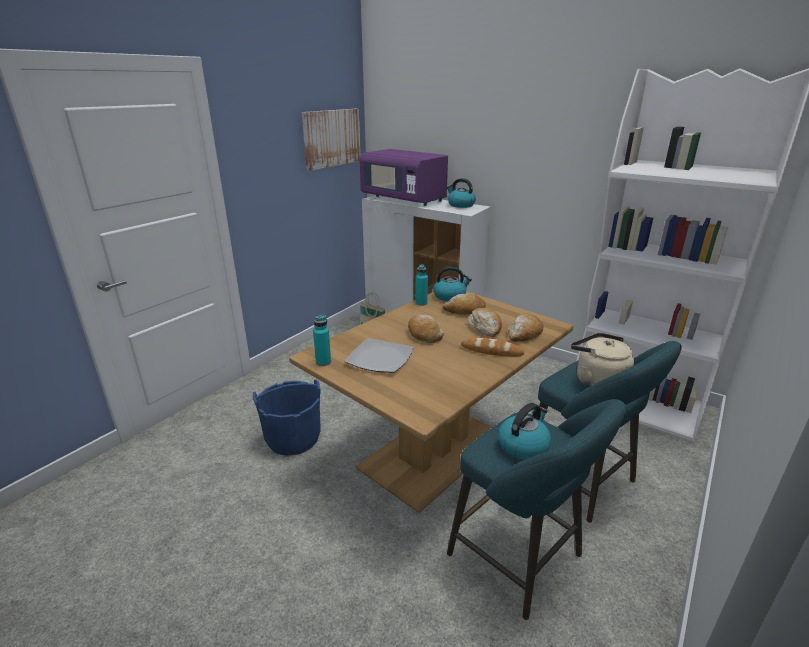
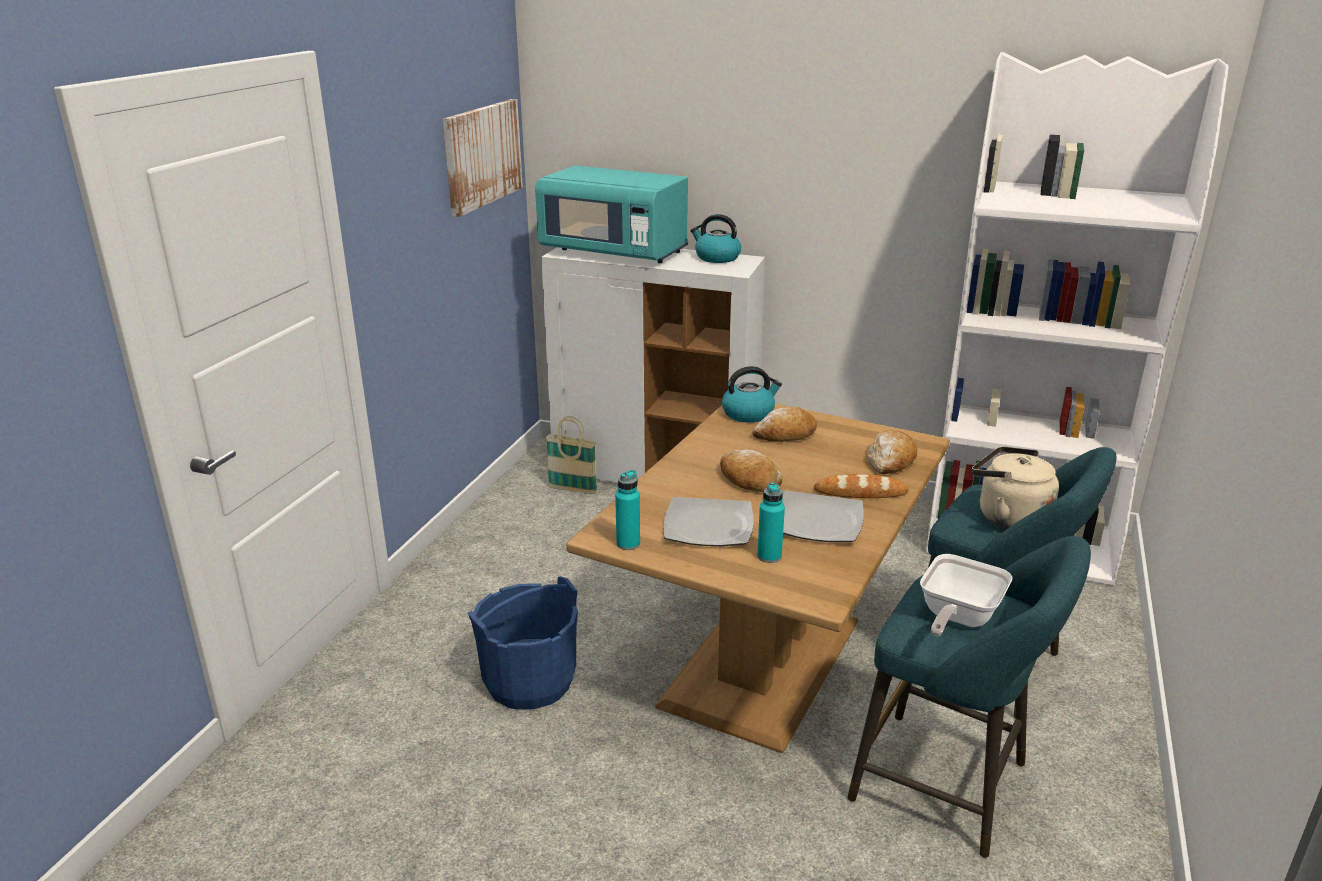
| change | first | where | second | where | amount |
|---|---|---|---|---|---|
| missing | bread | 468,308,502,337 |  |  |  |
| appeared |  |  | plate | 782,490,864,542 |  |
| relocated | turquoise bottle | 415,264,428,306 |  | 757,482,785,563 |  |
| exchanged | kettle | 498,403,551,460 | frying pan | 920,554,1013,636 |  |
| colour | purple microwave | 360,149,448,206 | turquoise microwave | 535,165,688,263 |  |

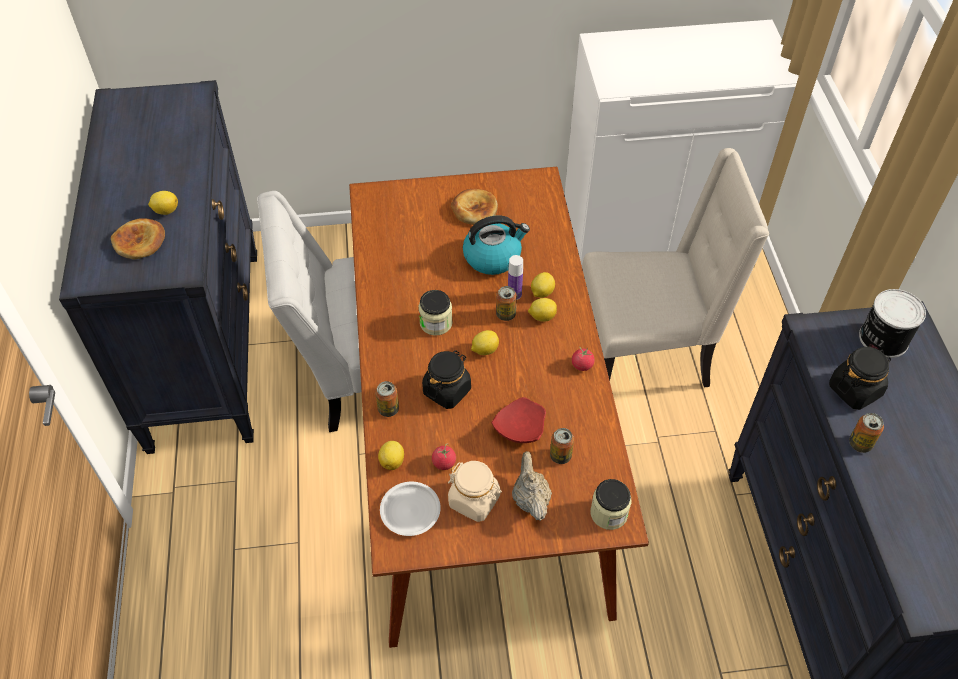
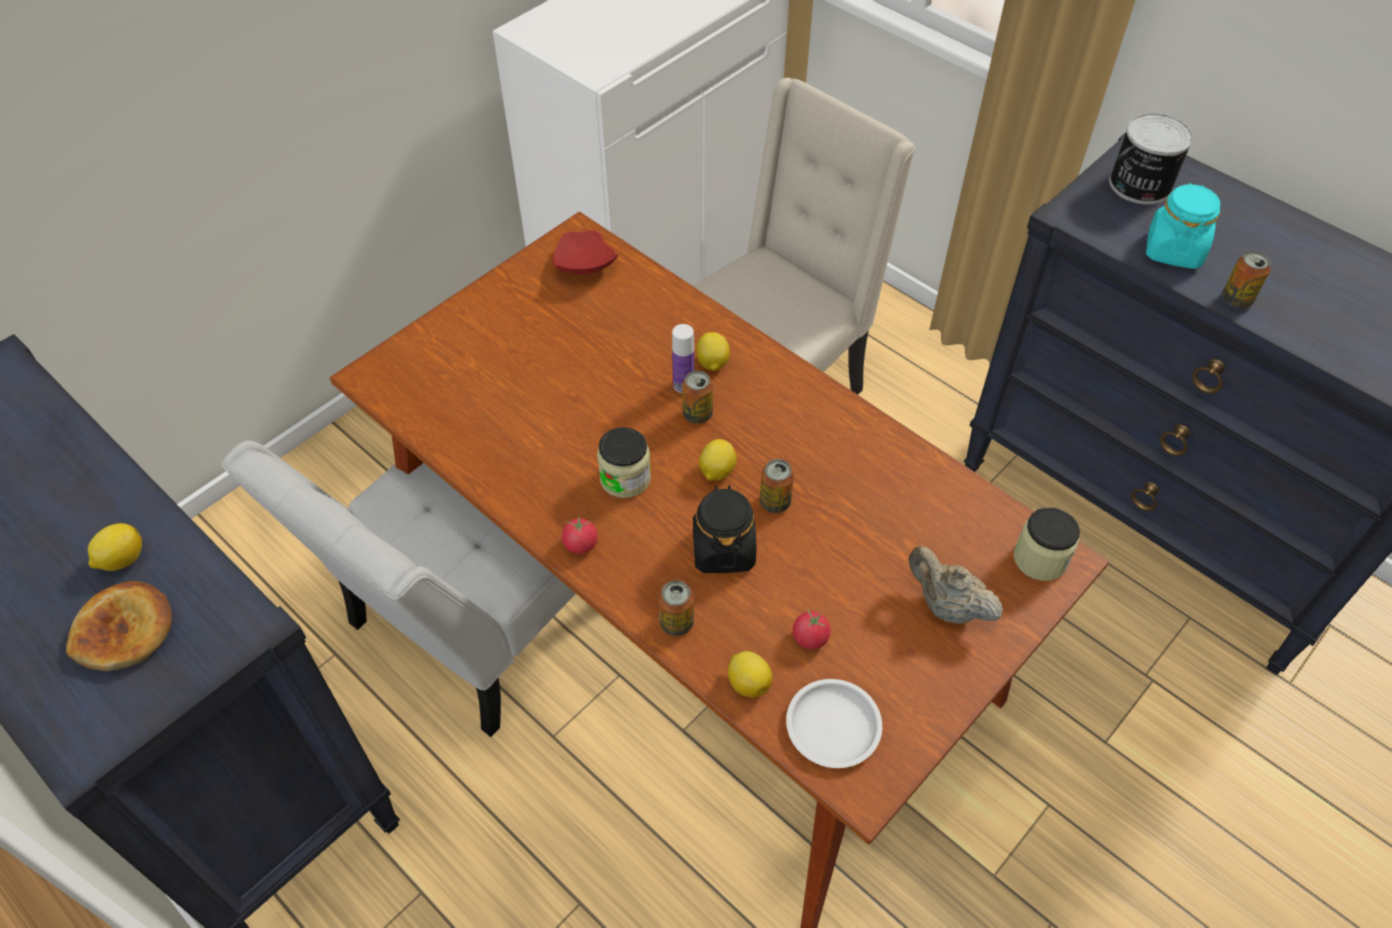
| change | first | where | second | where | amount |
|---|---|---|---|---|---|
| missing | beige jar | 448,461,502,522 |  |  |  |
| missing | bread | 451,189,498,225 |  |  |  |
| missing | kettle | 463,215,530,275 |  |  |  |
| missing | lemon | 528,298,557,322 |  |  |  |
| relocated | red plate | 491,397,546,443 |  | 553,230,618,275 |  |
| relocated | can | 550,428,574,464 |  | 760,459,794,513 |  |
| relocated | tomato | 572,348,594,371 |  | 562,516,598,554 |  |
| colour | black jar | 829,347,891,410 | turquoise jar | 1146,183,1220,269 |  |

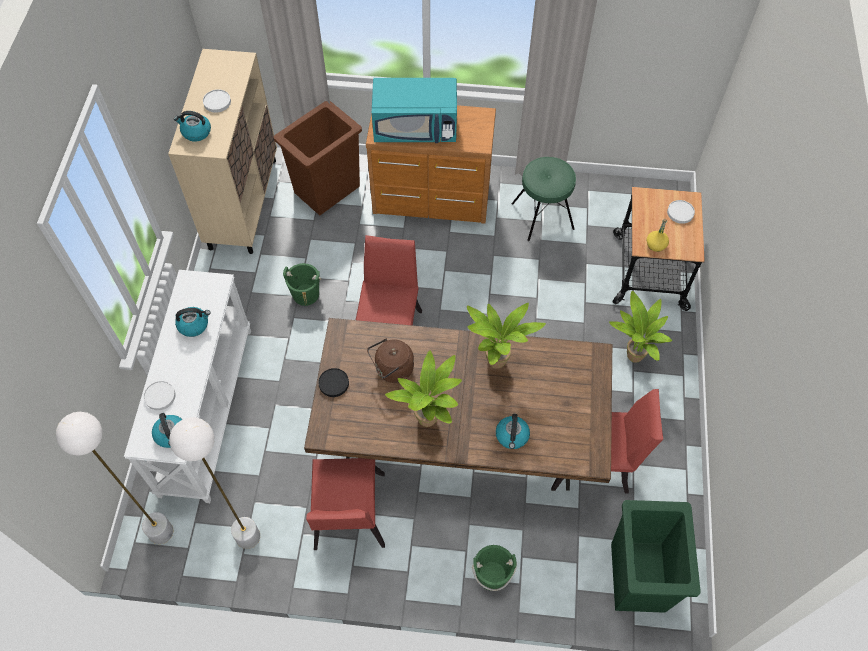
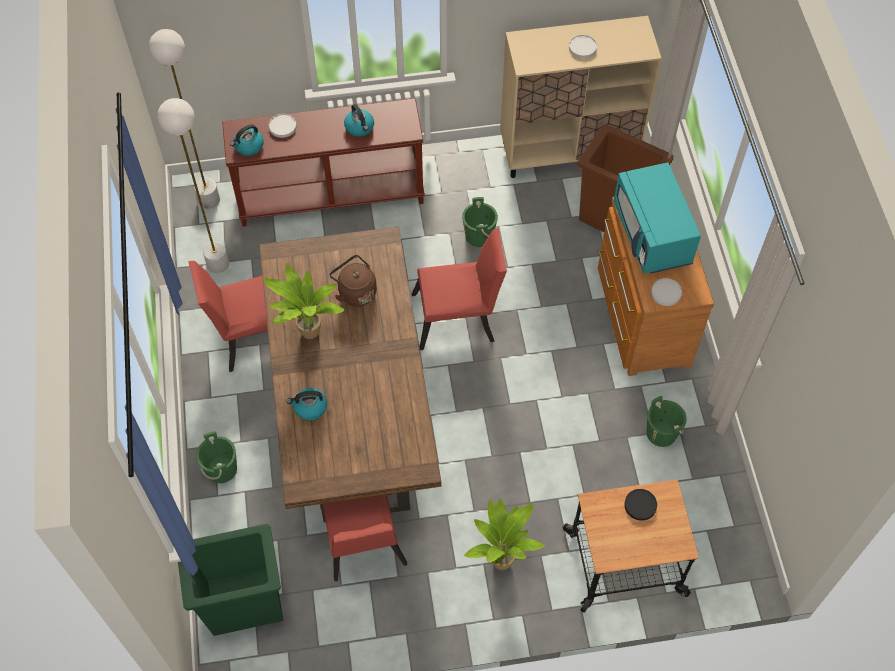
| change | first | where | second | where | amount |
|---|---|---|---|---|---|
| missing | kettle | 174,111,211,142 |  |  |  |
| missing | potted plant | 467,303,546,369 |  |  |  |
| missing | yellow bottle | 647,219,669,252 |  |  |  |
| relocated | black plate | 318,368,349,397 |  | 625,489,657,521 |  |
| relocated | white plate | 667,200,695,224 |  | 651,278,682,306 |  |
| exchanged | green stool | 512,157,576,241 | green bucket | 647,396,687,447 |  |
| colour | white console table | 124,270,251,503 | brown console table | 222,98,425,227 |  |

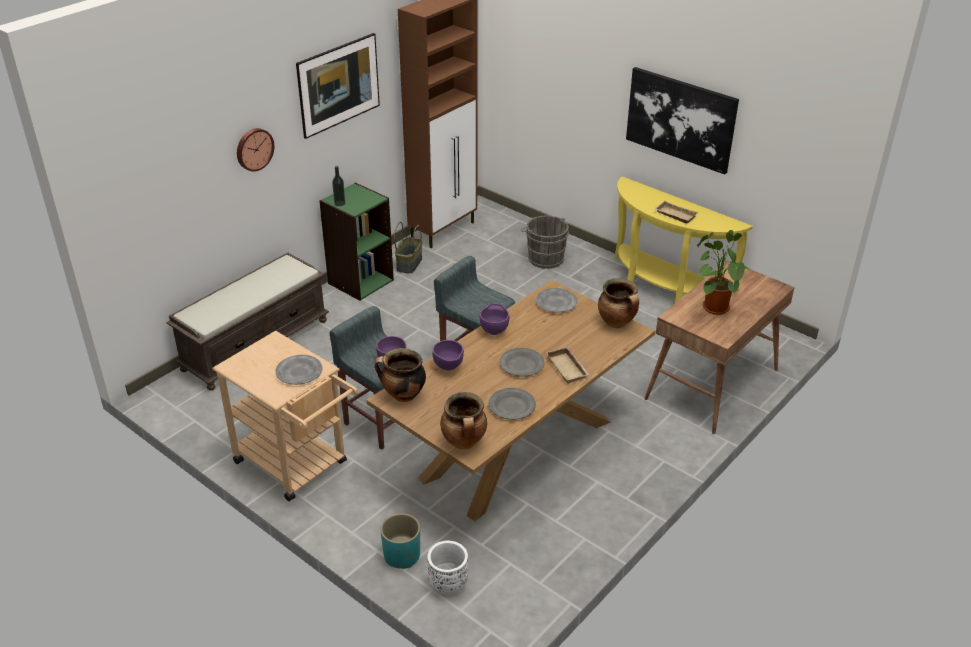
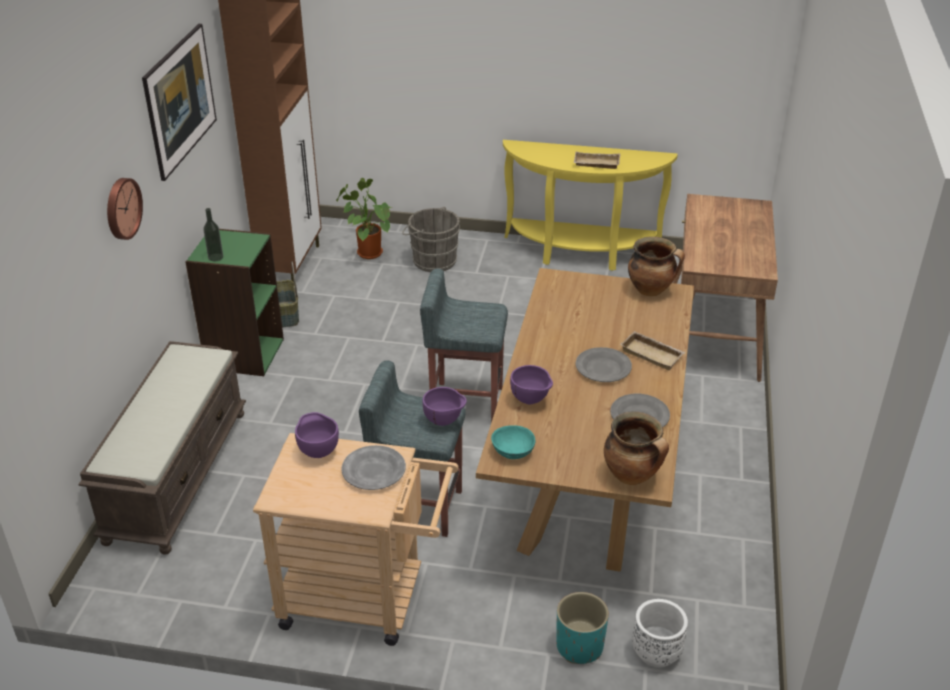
| change | first | where | second | where | amount |
|---|---|---|---|---|---|
| missing | grey plate | 536,288,577,313 |  |  |  |
| missing | picture | 626,67,739,175 |  |  |  |
| relocated | purple bowl | 480,303,509,335 |  | 295,412,339,458 |  |
| relocated | potted plant | 697,230,749,315 |  | 336,178,392,259 |  |
| exchanged | cooking pot | 375,348,426,402 | turquoise bowl | 491,425,535,459 |  |

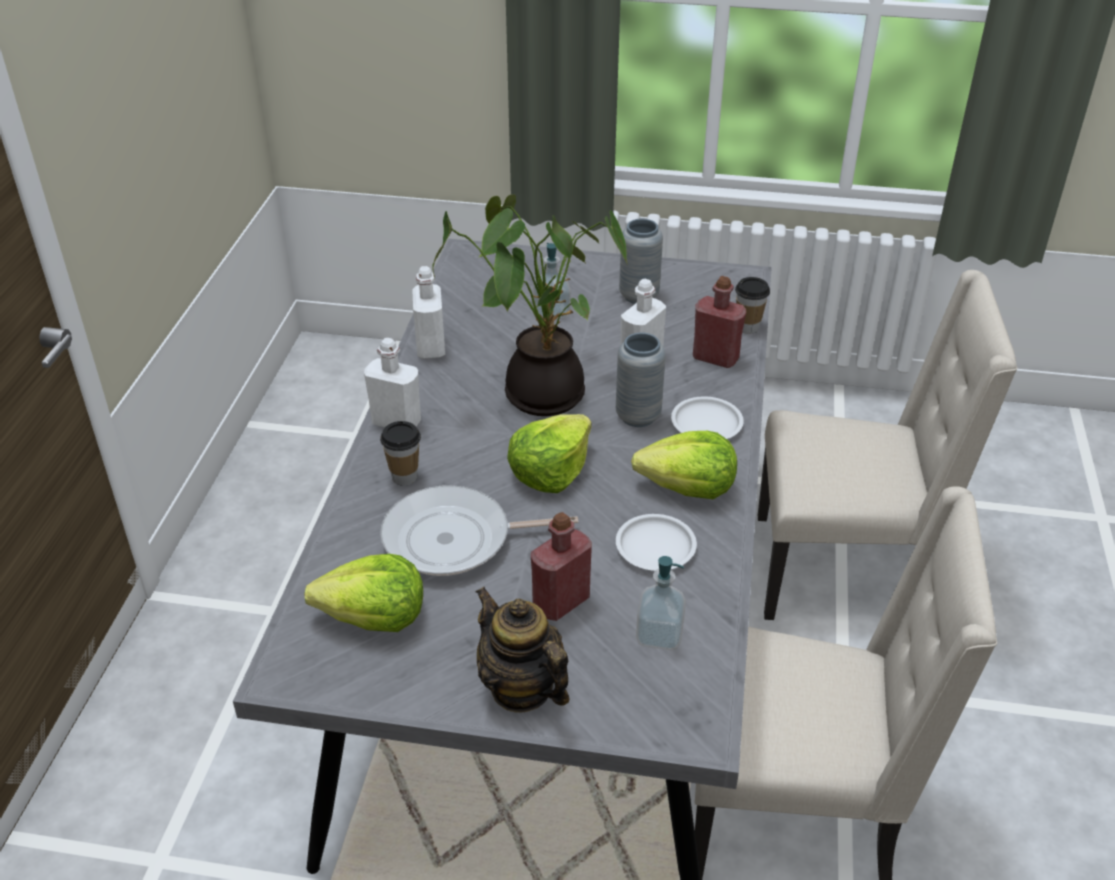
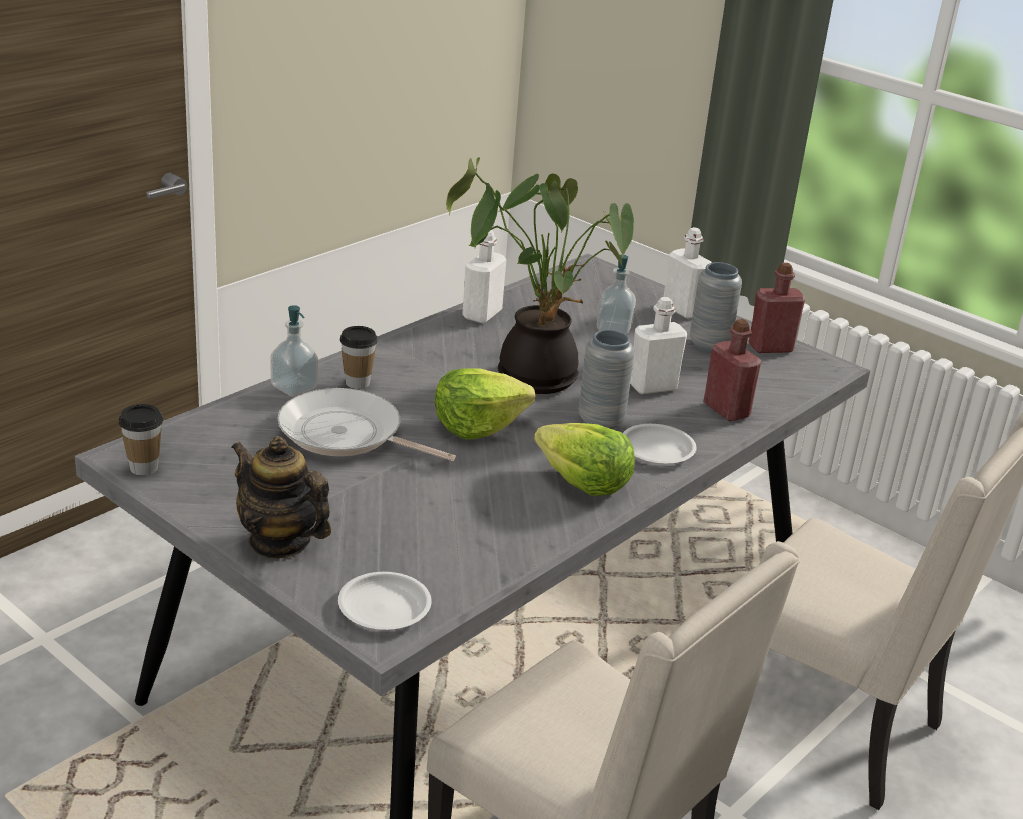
| change | first | where | second | where | amount |
|---|---|---|---|---|---|
| missing | lettuce | 304,554,423,632 |  |  |  |
| relocated | white bottle | 364,338,421,427 |  | 664,227,712,319 |  |
| relocated | red bottle | 531,512,592,621 |  | 749,263,805,353 |  |
| relocated | white plate | 616,514,697,571 |  | 338,572,432,630 |  |
| relocated | soap dispenser | 636,556,686,650 |  | 270,305,318,397 |  |
| relocated | cup | 735,277,770,334 |  | 118,404,163,476 |  |
| spun | teapot | 476,587,569,713 |  | 231,436,331,559 | 45 degrees counterclockwise |

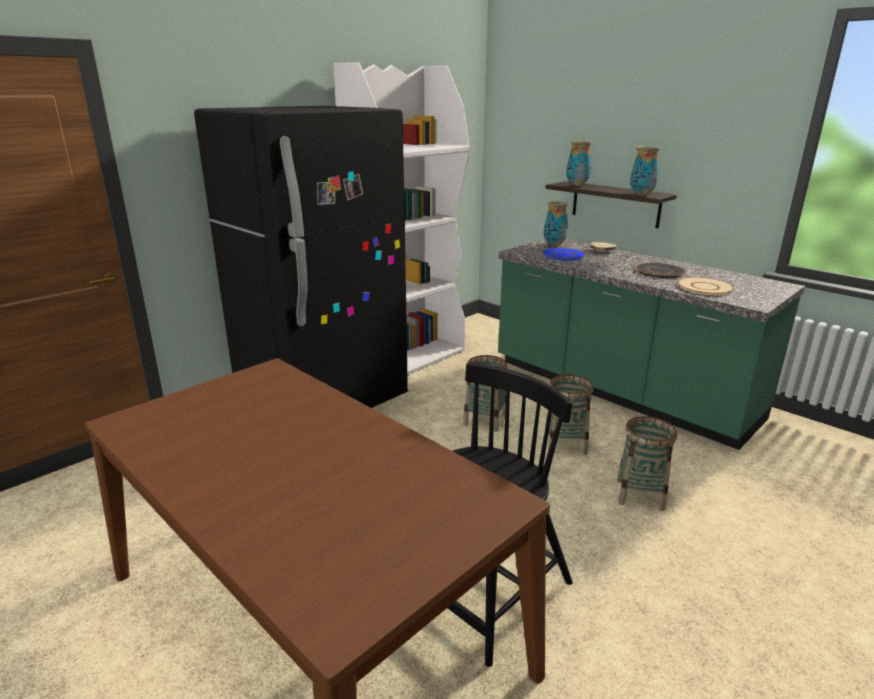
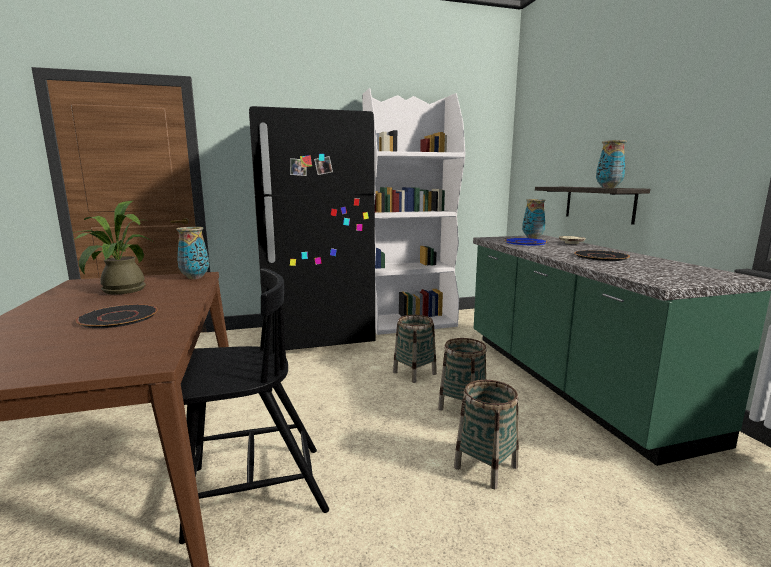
| change | first | where | second | where | amount |
|---|---|---|---|---|---|
| missing | beige plate | 677,277,734,295 |  |  |  |
| appeared |  |  | potted plant | 72,201,154,294 |  |
| appeared |  |  | black plate | 75,304,158,328 |  |
| relocated | vase | 566,141,592,186 |  | 176,227,209,279 |  |

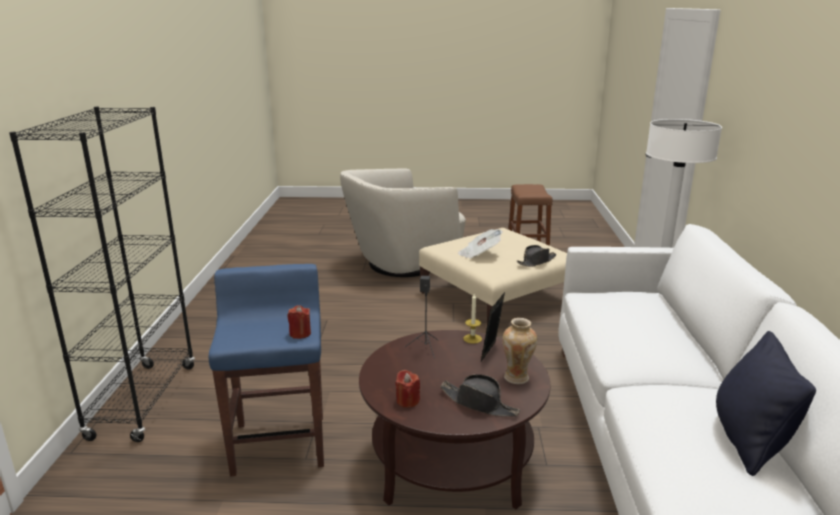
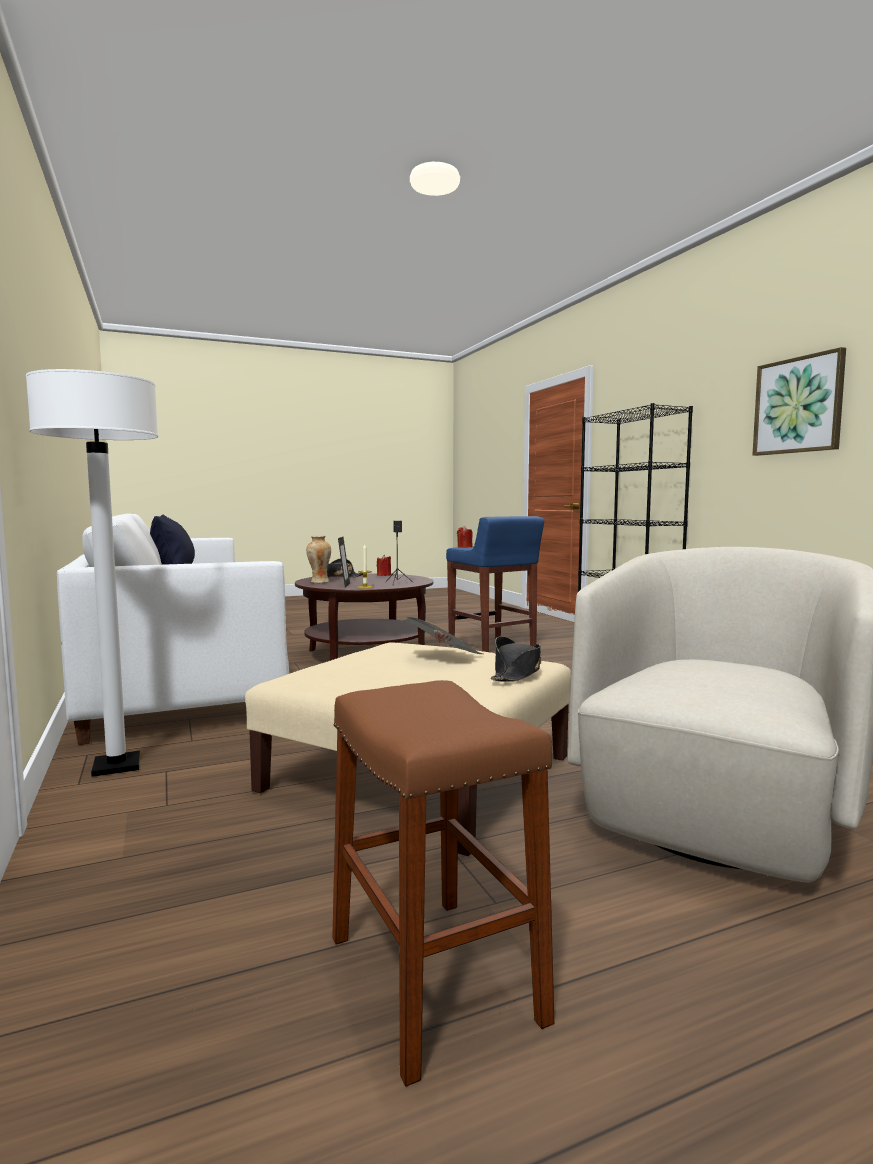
| change | first | where | second | where | amount |
|---|---|---|---|---|---|
| appeared |  |  | picture | 752,347,846,456 |  |
| relocated | black hat | 517,245,557,267 |  | 491,636,541,682 |  |

